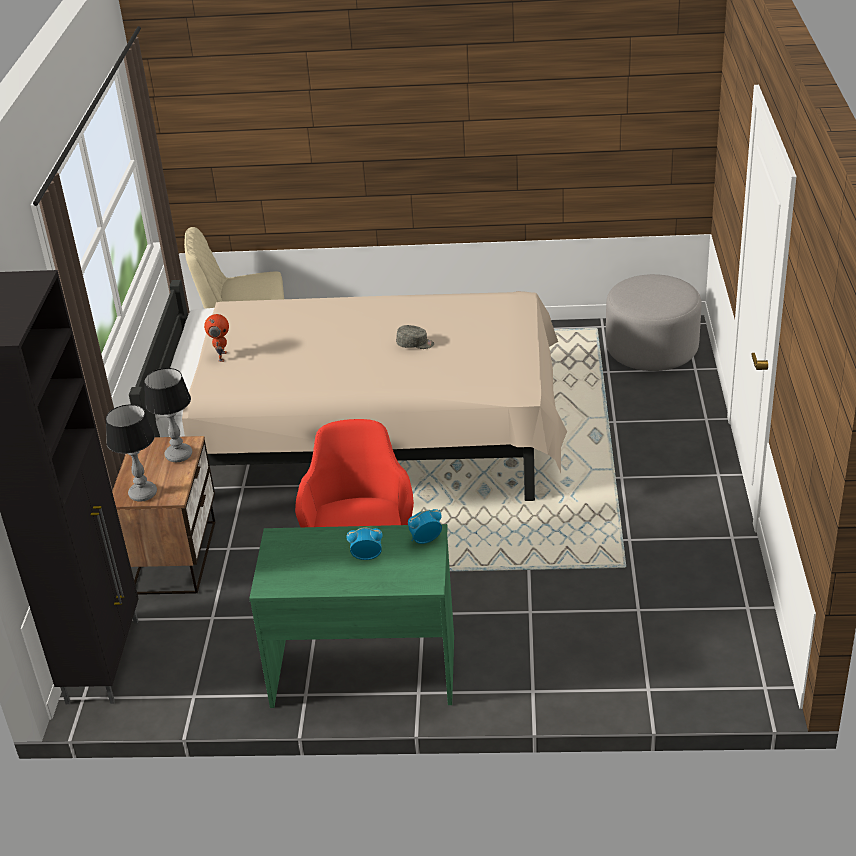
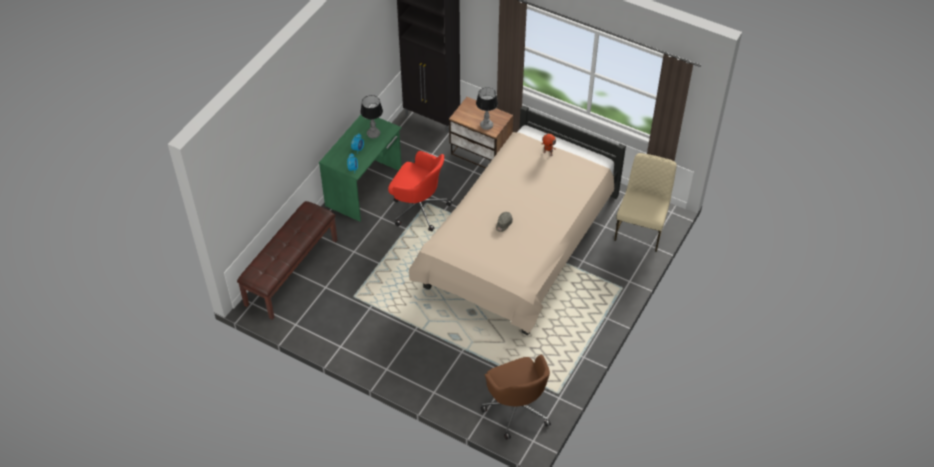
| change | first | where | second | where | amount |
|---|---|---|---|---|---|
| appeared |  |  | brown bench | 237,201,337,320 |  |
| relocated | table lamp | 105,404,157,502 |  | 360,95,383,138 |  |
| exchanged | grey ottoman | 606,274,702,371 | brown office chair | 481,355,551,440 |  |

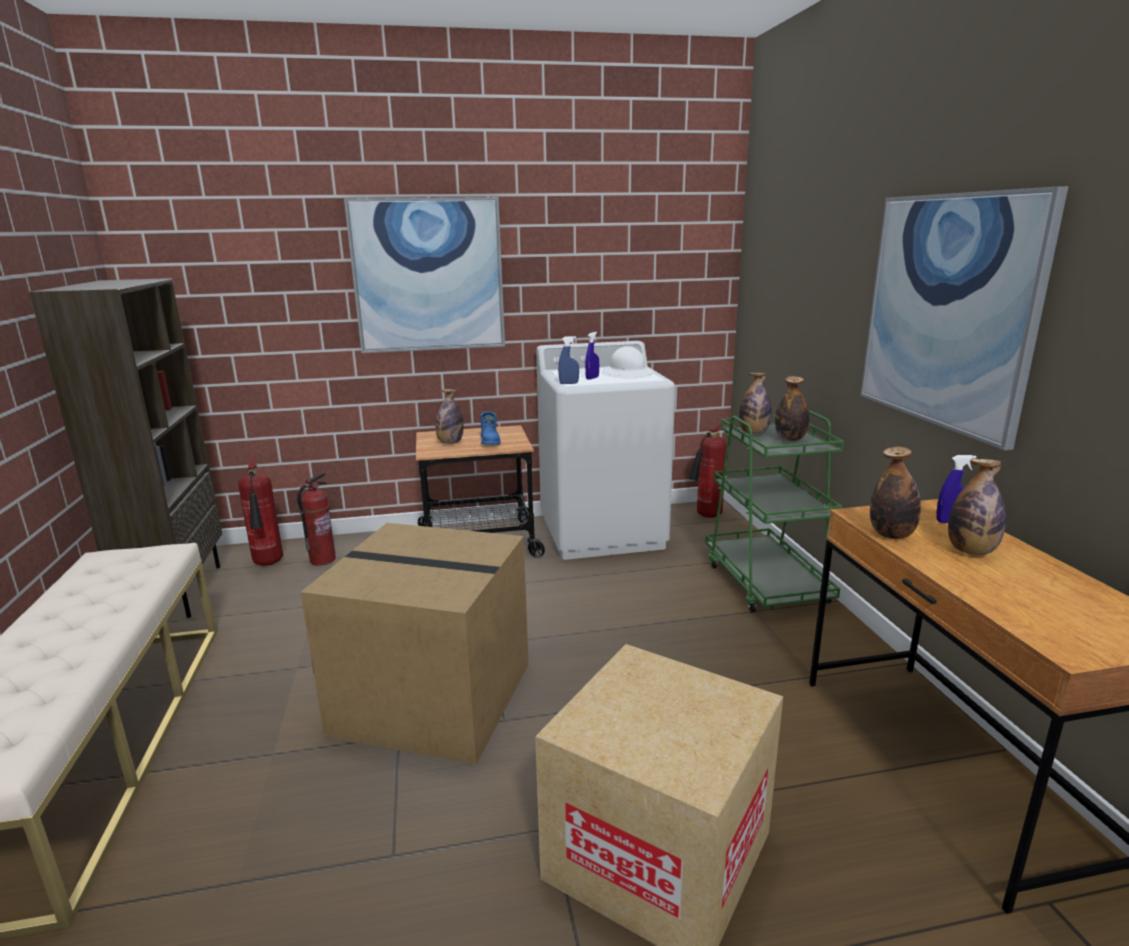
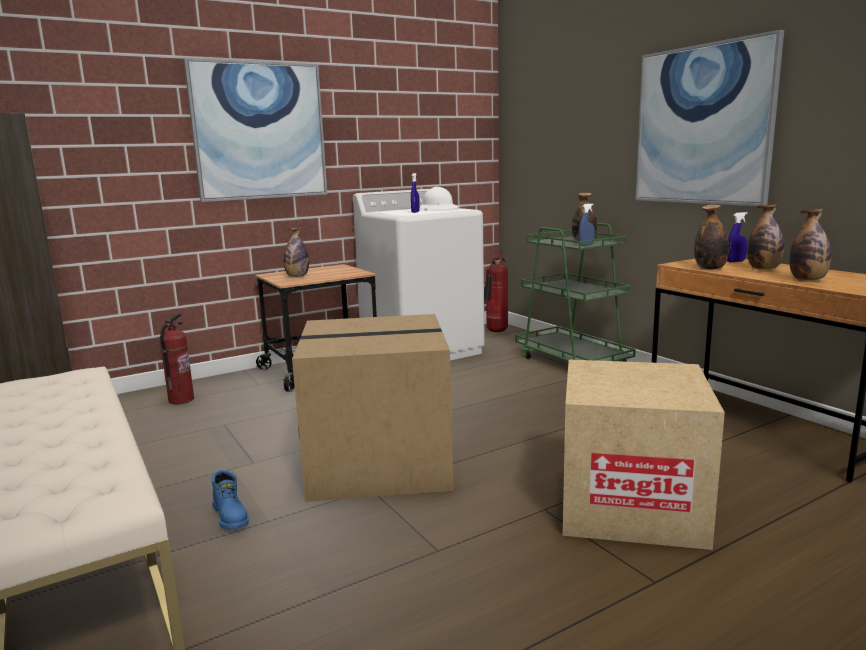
| change | first | where | second | where | amount |
|---|---|---|---|---|---|
| missing | fire extinguisher | 238,456,283,566 |  |  |  |
| relocated | blue boot | 480,411,501,445 |  | 212,470,249,529 |  |
| relocated | blue spray bottle | 558,336,579,384 |  | 579,204,595,246 |  |
| relocated | bottle | 739,373,772,434 |  | 789,209,831,281 |  |

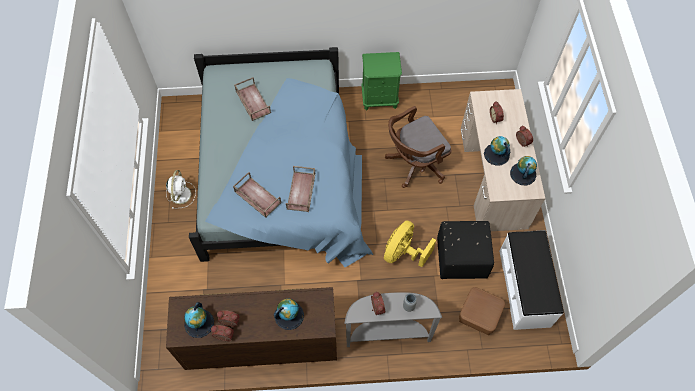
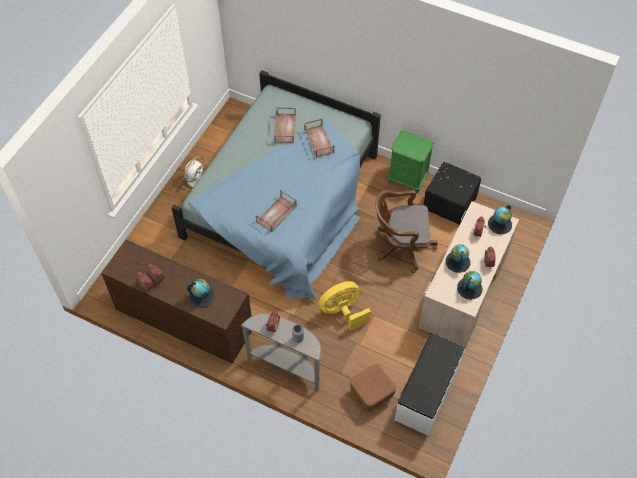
| change | first | where | second | where | amount |
|---|---|---|---|---|---|
| relocated | globe | 184,302,214,338 |  | 488,205,512,234 |  |
| relocated | brown tray | 233,172,281,218 |  | 304,119,334,158 |  |
| relocated | black ottoman | 437,221,494,279 |  | 423,162,481,225 |  |

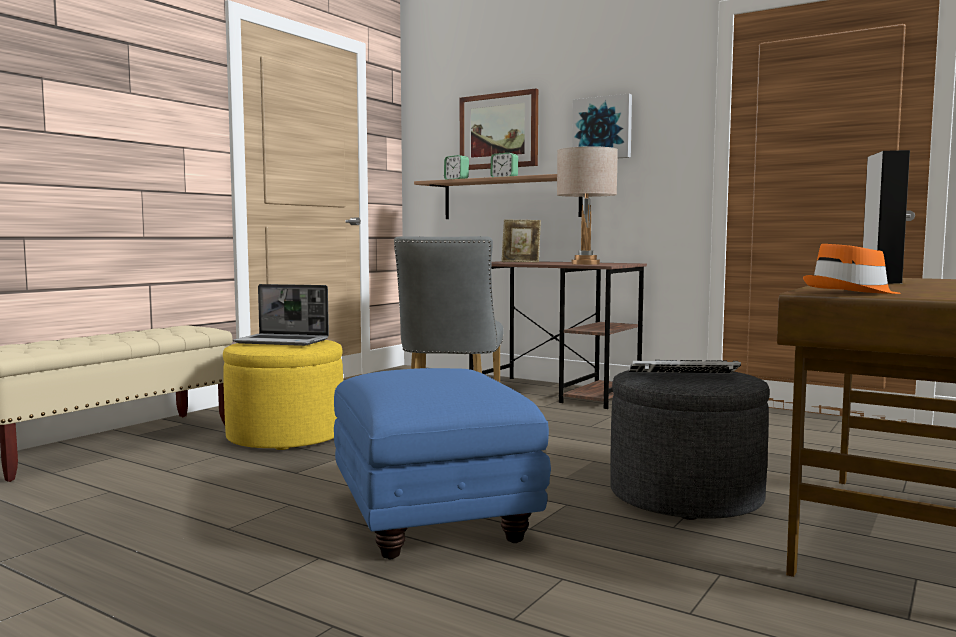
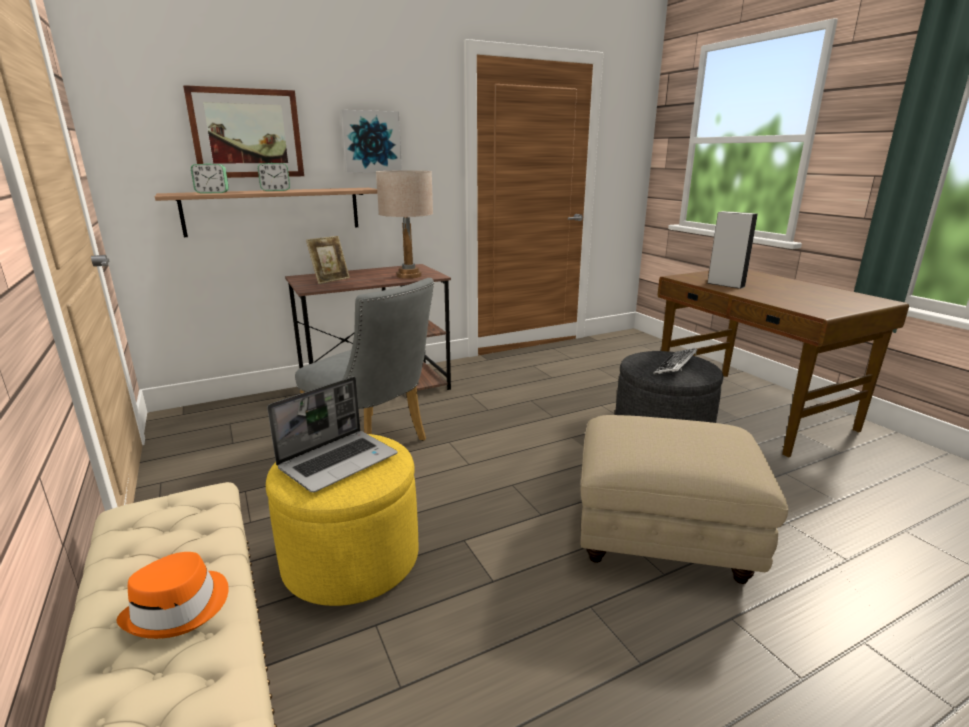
| change | first | where | second | where | amount |
|---|---|---|---|---|---|
| relocated | orange hat | 803,244,901,294 |  | 117,552,229,639 |  |
| colour | blue ottoman | 334,368,551,559 | beige ottoman | 581,415,788,584 |  |

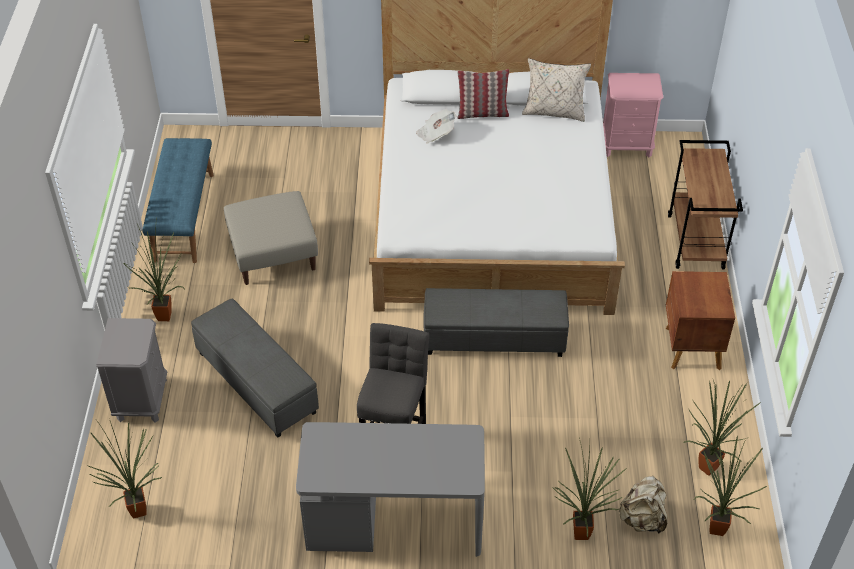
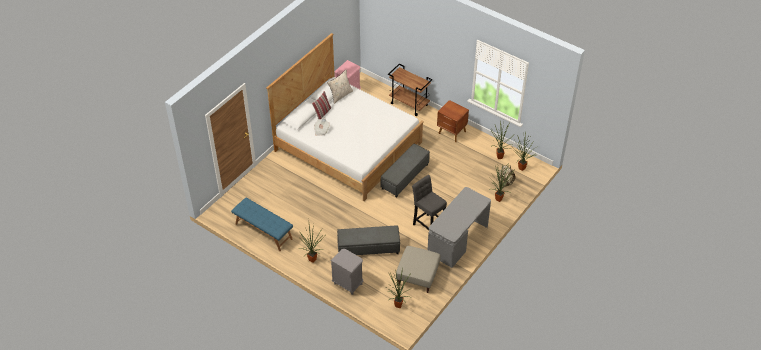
| change | first | where | second | where | amount |
|---|---|---|---|---|---|
| relocated | beige ottoman | 224,191,318,285 |  | 396,246,441,293 |  |

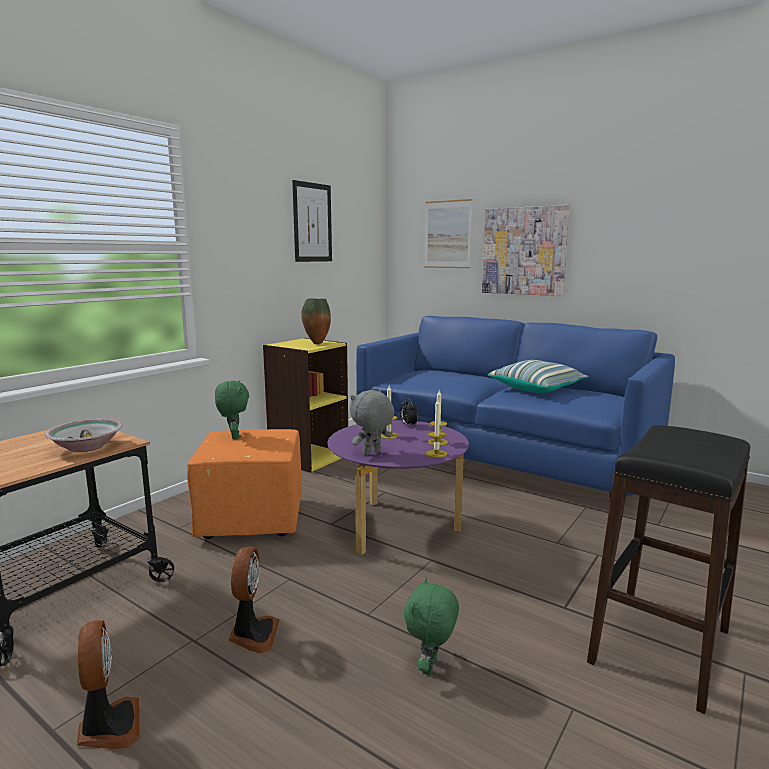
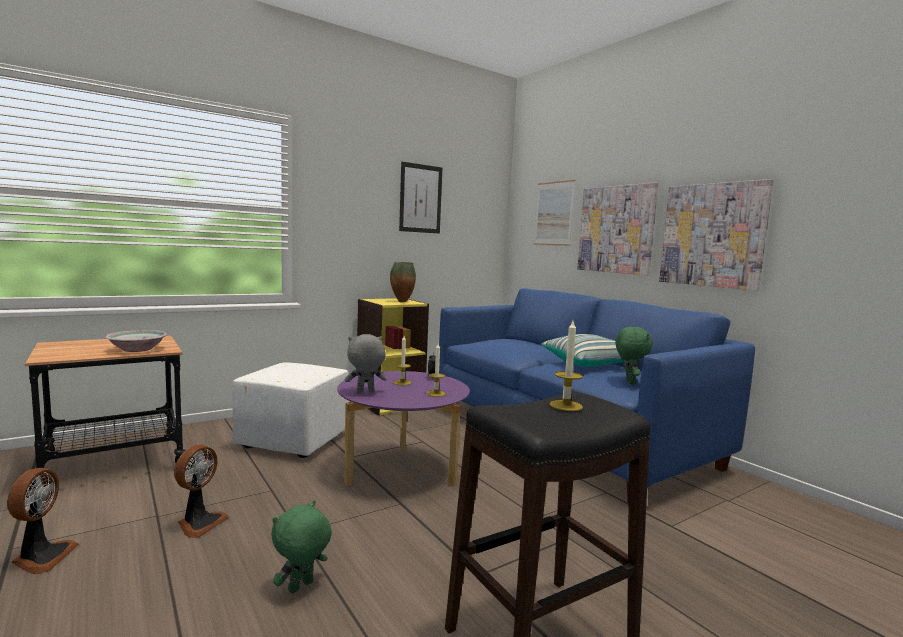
| change | first | where | second | where | amount |
|---|---|---|---|---|---|
| appeared |  |  | picture | 659,179,774,290 |  |
| relocated | green plush toy | 215,381,249,439 |  | 616,327,653,385 |  |
| relocated | candle | 426,399,447,458 |  | 550,321,583,411 |  |
| colour | orange ottoman | 187,429,302,539 | white ottoman | 232,362,349,458 |  |

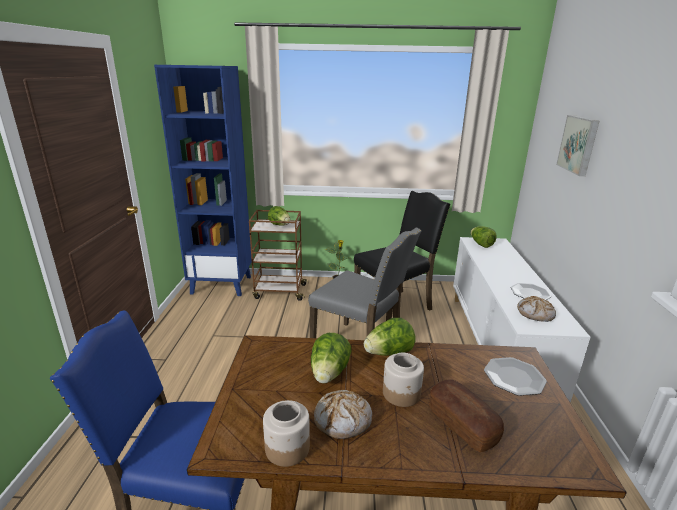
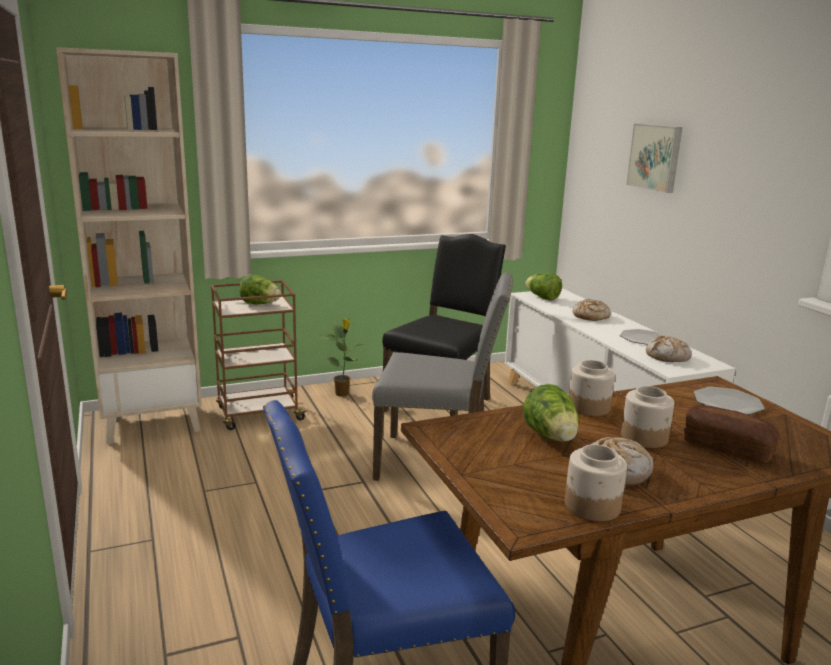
| change | first | where | second | where | amount |
|---|---|---|---|---|---|
| appeared |  |  | bread | 573,299,611,321 |  |
| exchanged | lettuce | 364,318,415,356 | jar | 569,360,615,416 |  |
| colour | blue bookcase | 154,65,252,296 | beige bookcase | 56,47,202,444 |  |

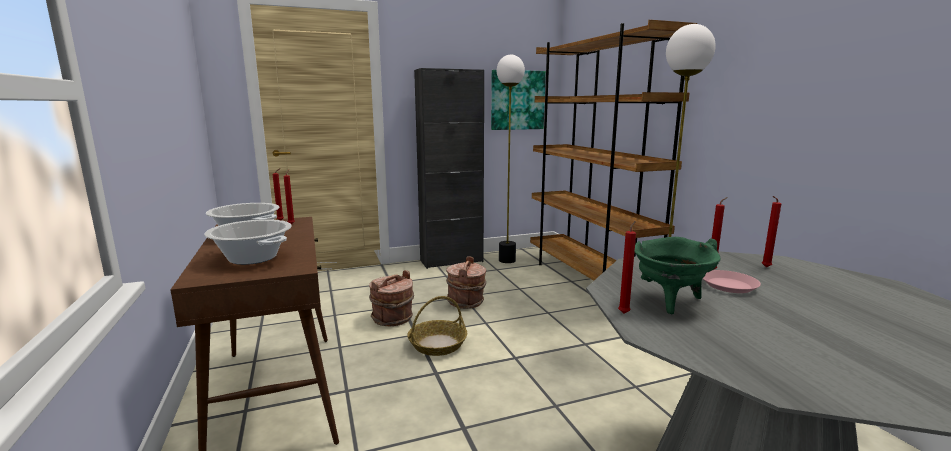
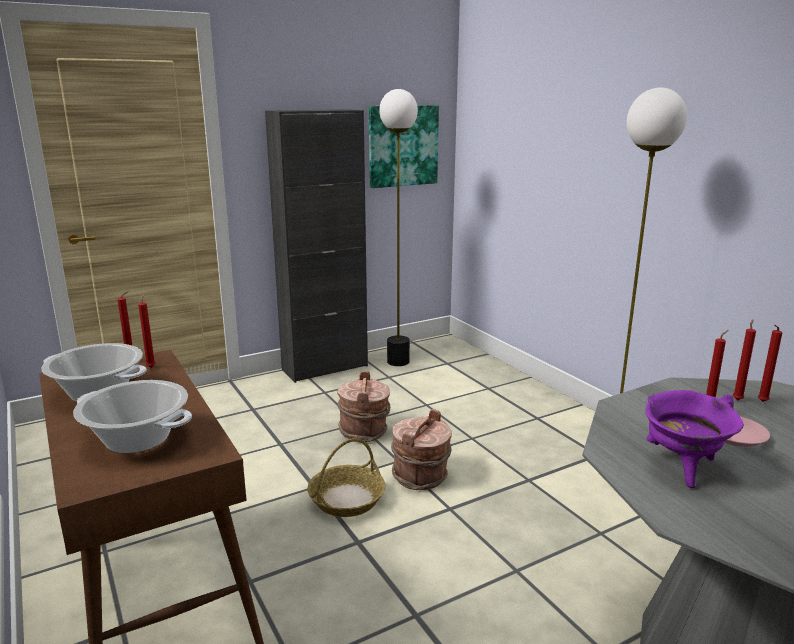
| change | first | where | second | where | amount |
|---|---|---|---|---|---|
| missing | brown bookcase | 530,20,697,280 |  |  |  |
| relocated | brown bucket | 369,270,414,326 |  | 391,409,452,490 |  |
| relocated | red candle | 618,221,636,314 |  | 733,319,756,400 |  |
| colour | green cooking pot | 635,237,721,314 | purple cooking pot | 645,390,744,488 |  |

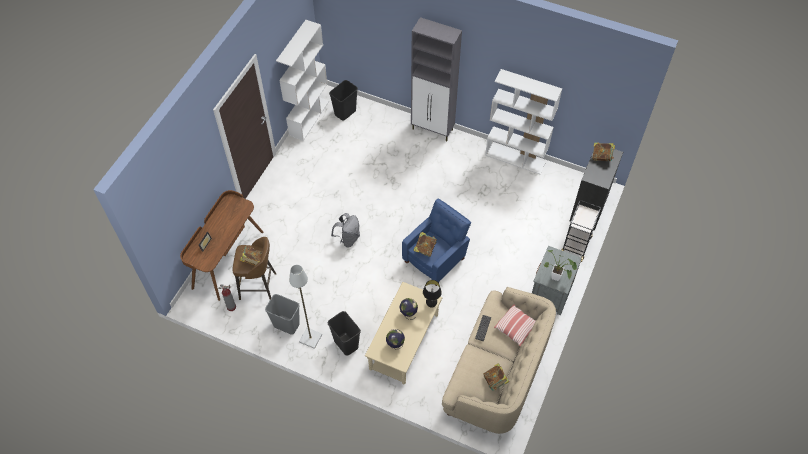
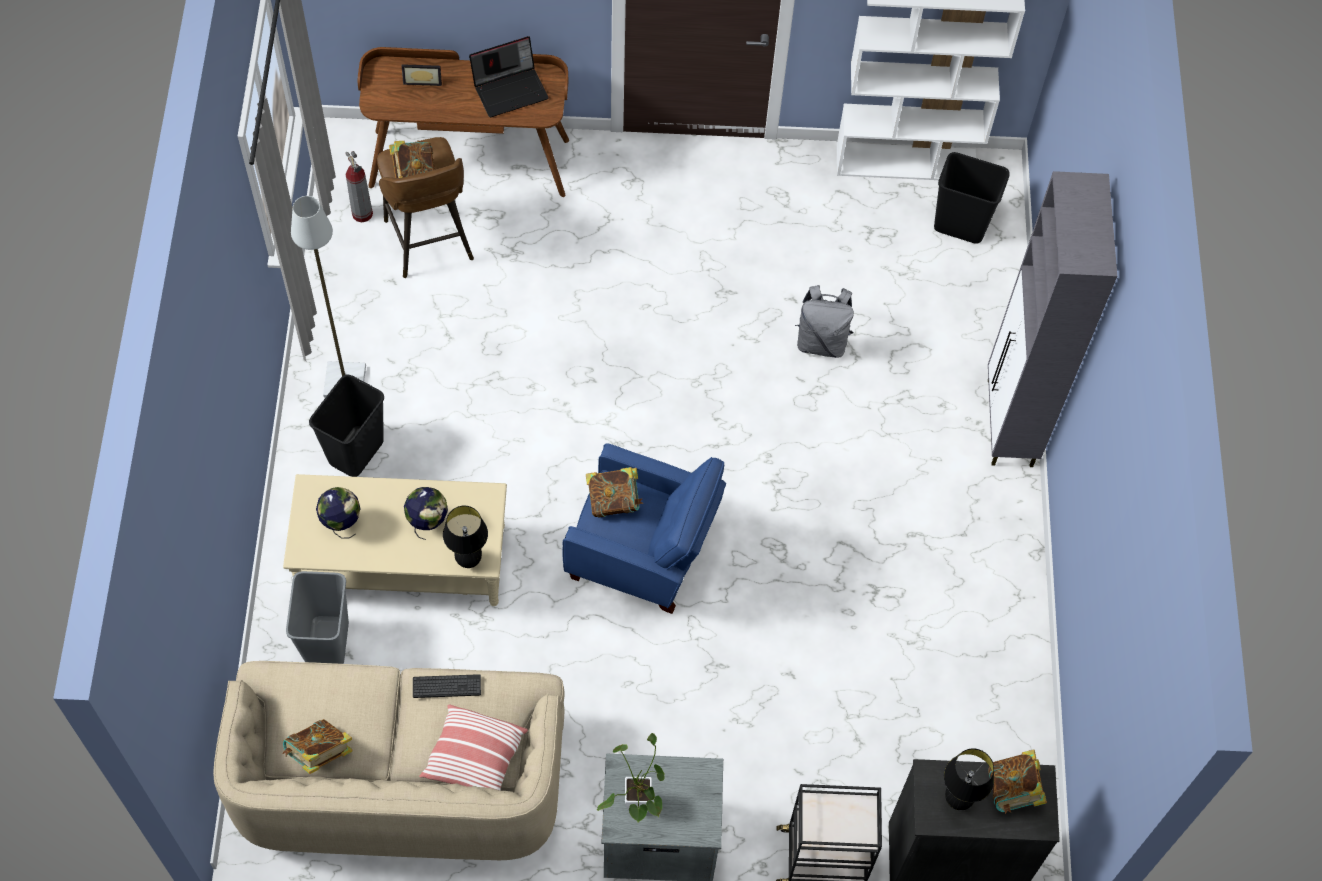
| change | first | where | second | where | amount |
|---|---|---|---|---|---|
| missing | white bookcase | 485,69,562,174 |  |  |  |
| appeared |  |  | laptop | 469,36,548,117 |  |
| appeared |  |  | black table lamp | 944,748,994,810 |  |
| relocated | grey trash can | 265,294,300,335 |  | 286,571,349,664 |  |
| relocated | grey backpack | 331,213,360,247 |  | 795,285,854,358 |  |

